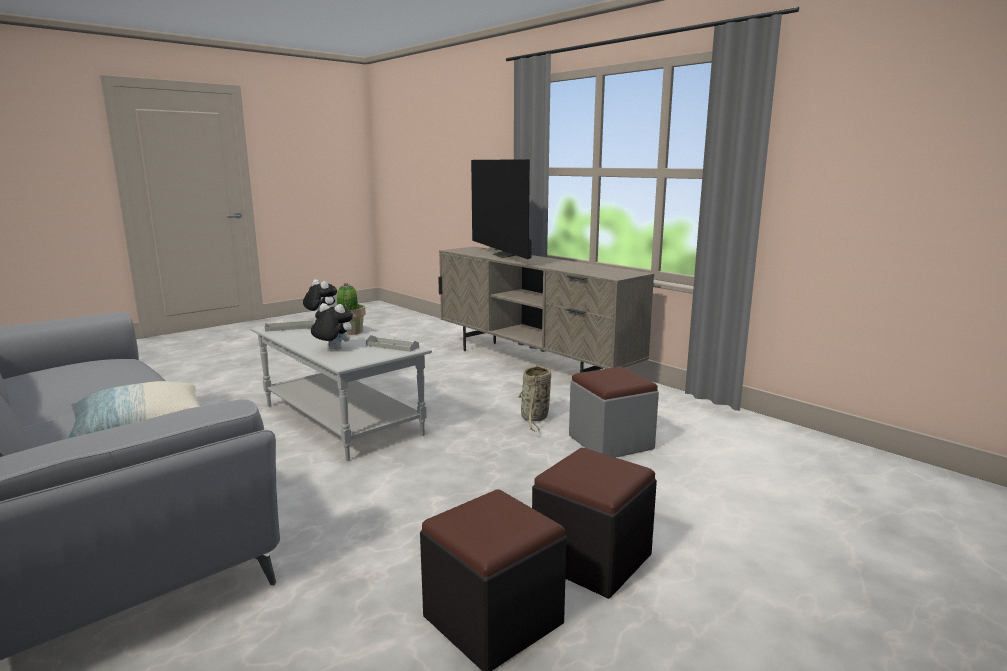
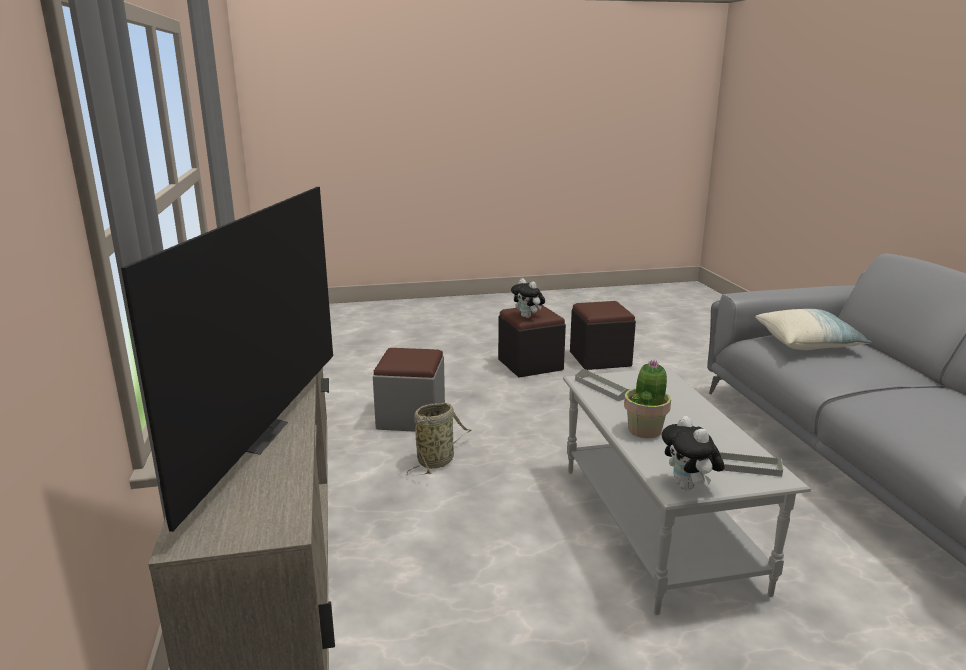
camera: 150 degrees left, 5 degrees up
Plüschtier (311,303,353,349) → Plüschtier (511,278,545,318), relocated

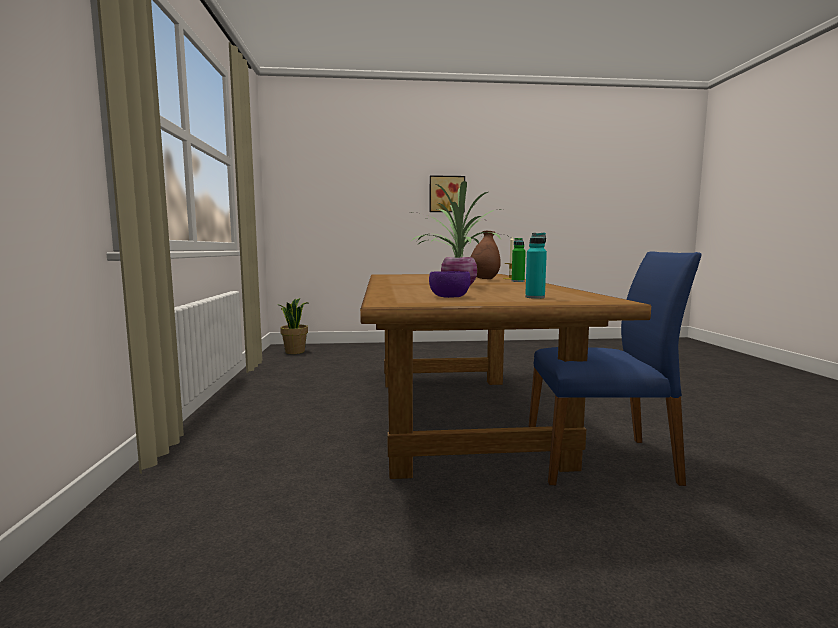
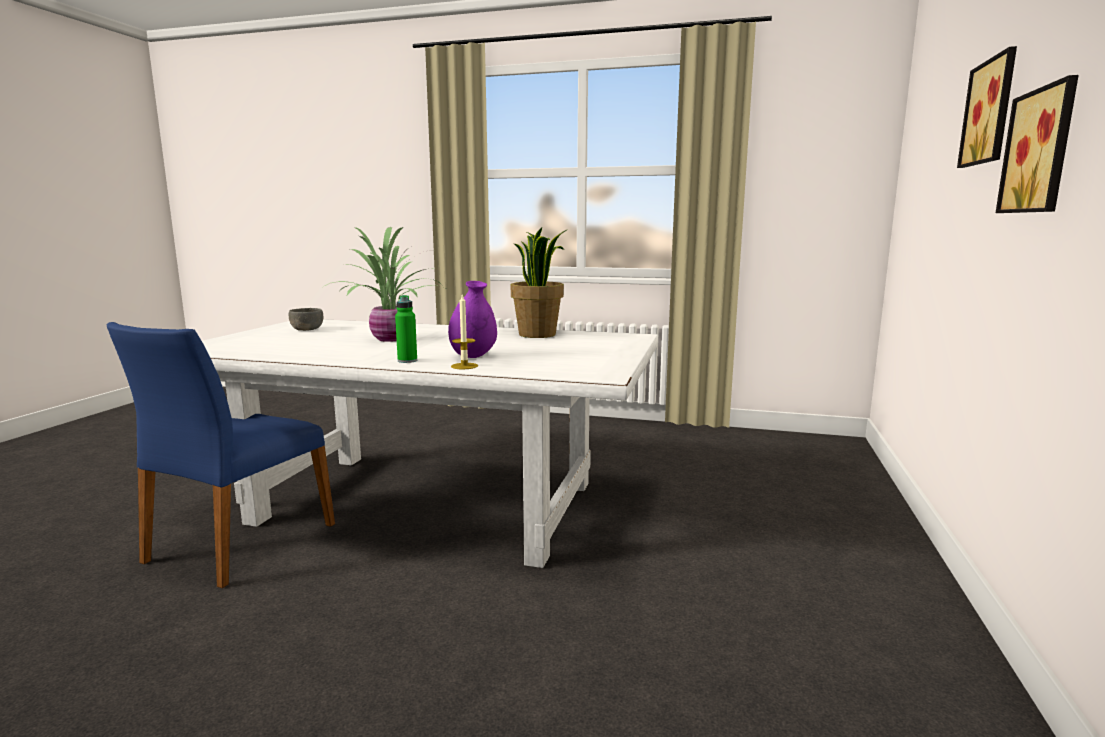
camera: 110 degrees right, 5 degrees up
Esstisch (braun) (360,274,651,479) → Esstisch (weiß) (202,319,658,568)
Schüssel (lila) (429,271,471,298) → Schüssel (grau) (288,308,323,331)
Vase (braun) (471,231,501,279) → Vase (lila) (448,281,497,358)
Topfpflanze (279,298,308,354) → Topfpflanze (511,227,566,338), relocated
- → Bild (957,46,1017,168)
Flasche (türkis) (525,232,547,299) → -

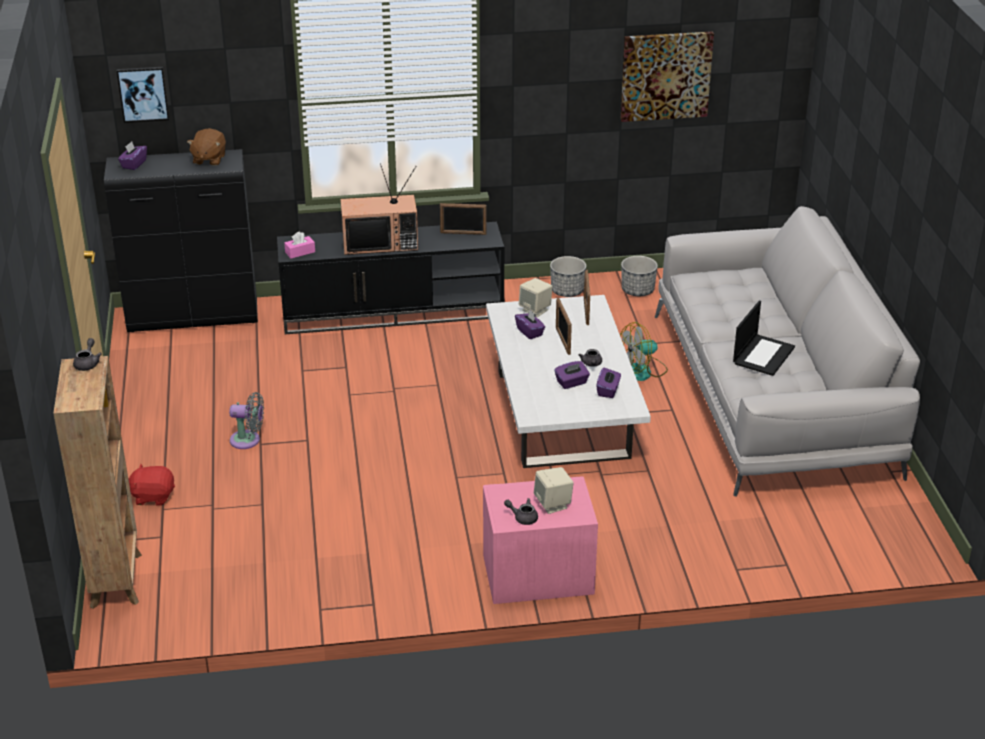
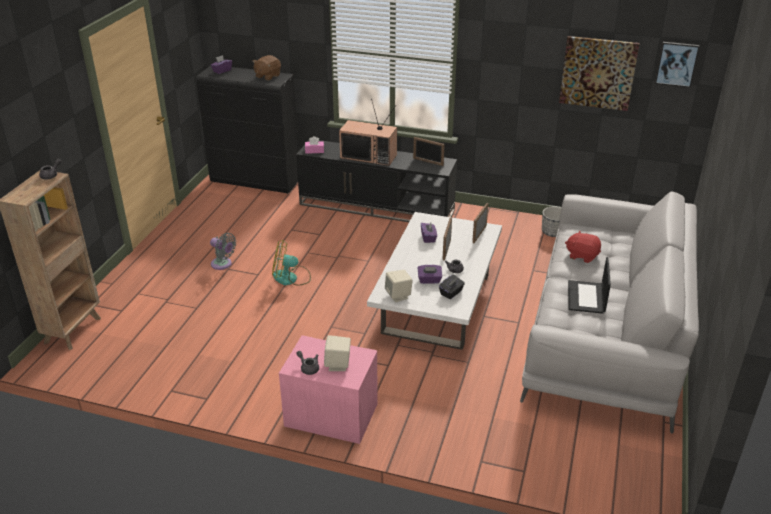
camera: 25 degrees right, 0 degrees up
Ventilator (620,322,668,381) → Ventilator (272,240,311,286), relocated
Lautsprecher (beige) (519,278,553,317) → Lautsprecher (beige) (385,270,413,303), relocated
Taschentuchbox (lila) (596,368,621,398) → Taschentuchbox (schwarz) (439,275,465,299)
Plüschtier (rot) (128,464,175,506) → Plüschtier (rot) (565,230,601,263), relocated
Laptop (733,300,795,376) → Laptop (568,257,611,314), 135 degrees clockwise
Bild (117,67,169,123) → Bild (655,42,700,88), relocated
Pflanzkübel (550,256,586,297) → -

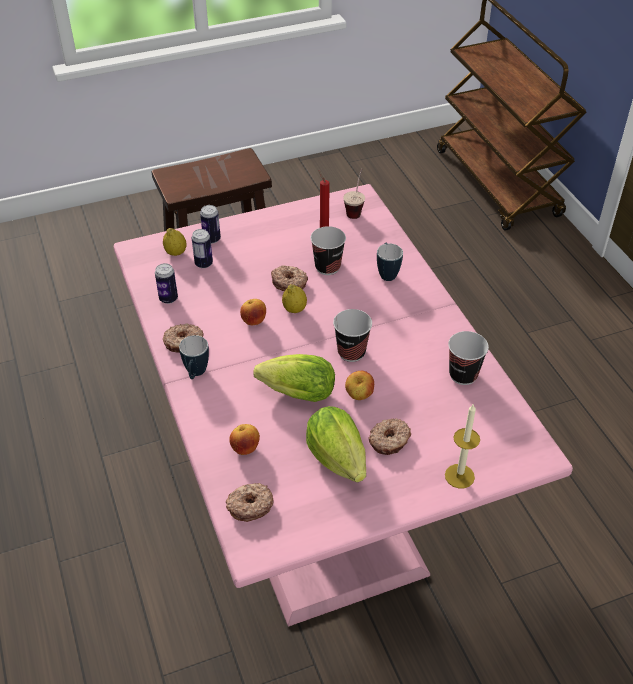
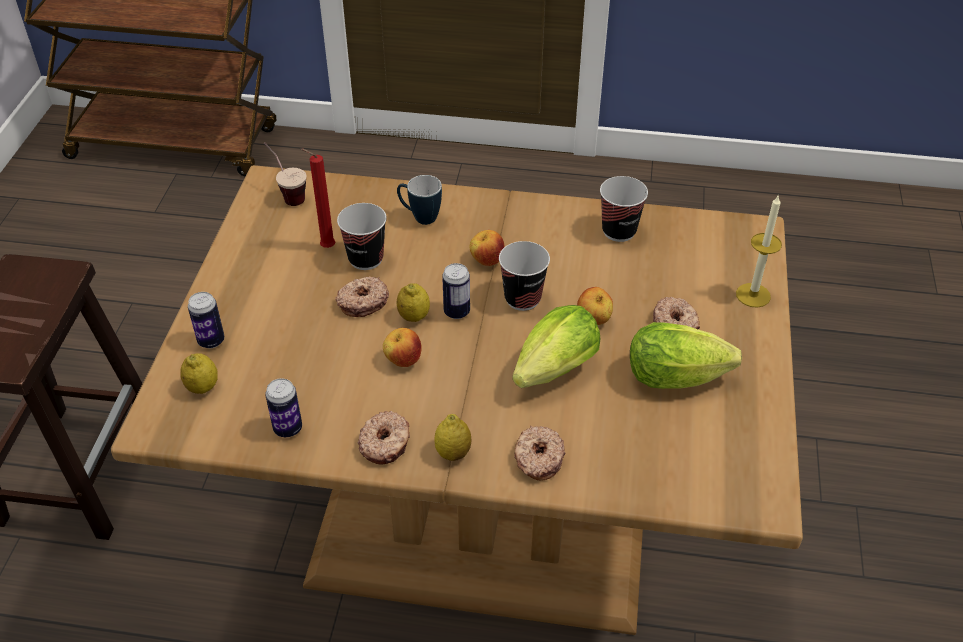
camera: 60 degrees left, 0 degrees up
Esstisch (rosa) (113,184,573,626) → Esstisch (braun) (111,165,803,635)
Henkelbecher (179,335,209,379) → Zitrone (435,414,471,461)
Dose (192,229,213,268) → Dose (442,263,470,319), relocated
Apfel (229,424,260,455) → Apfel (470,230,505,266), relocated
Donut (226,483,273,522) → Donut (514,426,565,481), relocated

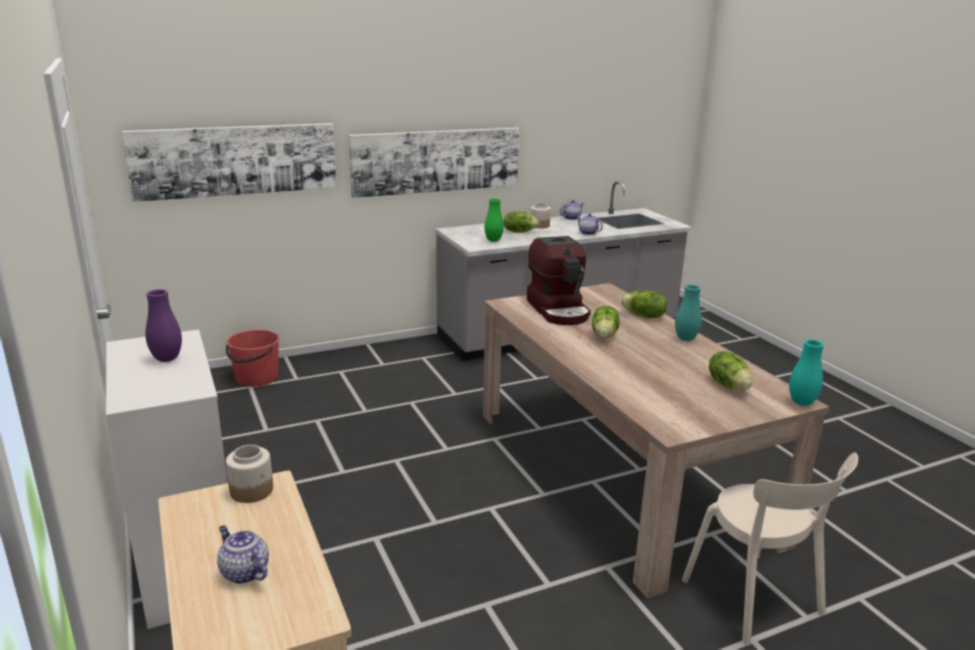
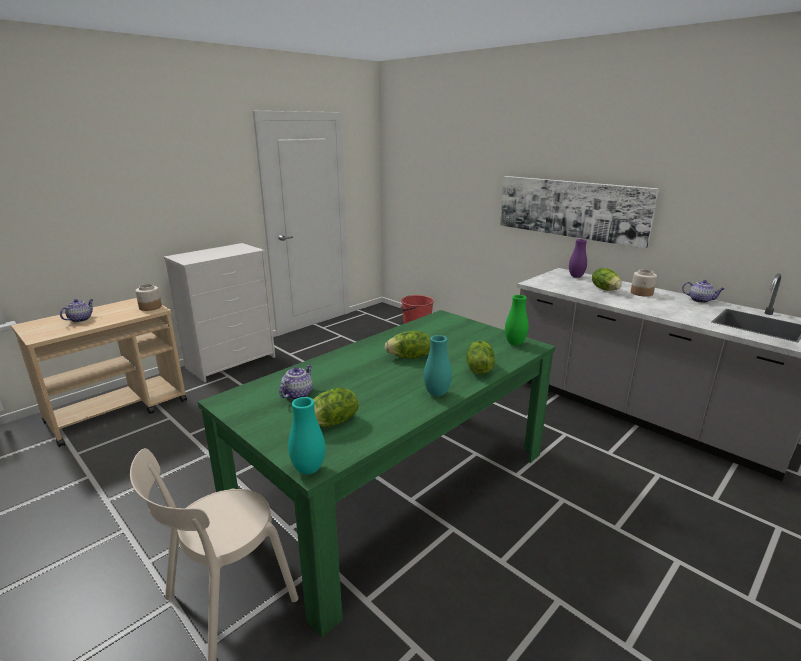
camera: 70 degrees right, 0 degrees up
Esstisch (beige) (483,283,830,599) → Esstisch (grün) (198,310,555,637)
Teekanne (577,213,603,235) → Teekanne (279,364,313,400), relocated
Vase (grün) (484,198,504,242) → Vase (grün) (505,295,529,345), relocated
Vase (lila) (145,289,182,362) → Vase (lila) (569,239,587,278), relocated
Bild (122,123,336,202) → -
Kaffeemaschine (527,236,591,325) → -

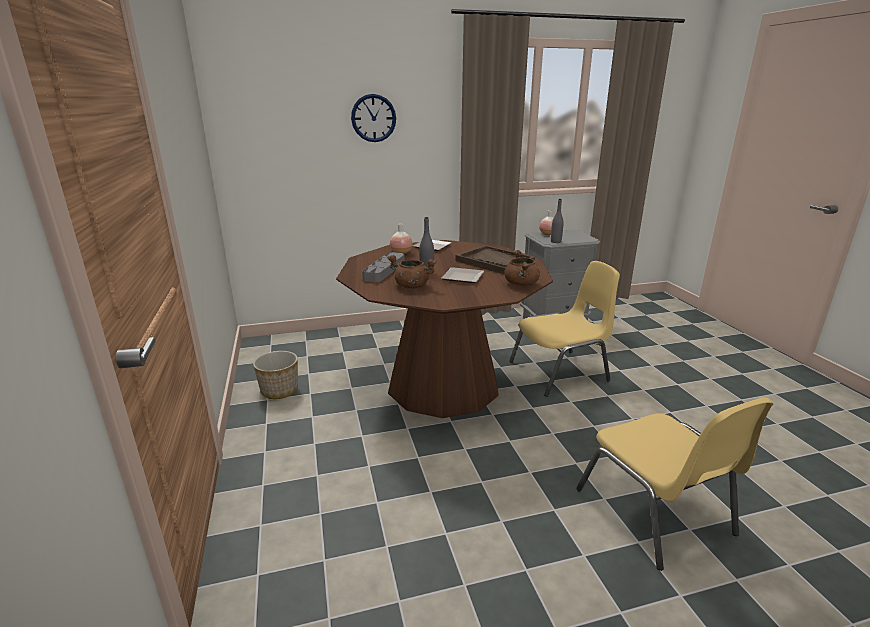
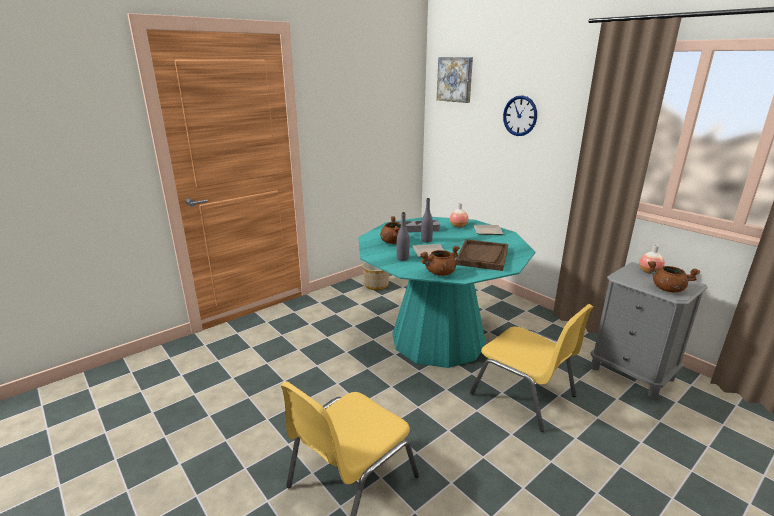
camera: 65 degrees right, 0 degrees up
Esstisch (braun) (336,240,553,418) → Esstisch (türkis) (358,217,535,368)
Flasche (grau) (551,199,564,243) → Flasche (grau) (397,212,410,261), relocated
- → Bild (437,57,473,103)
- → Kochtopf (braun) (648,261,700,292)

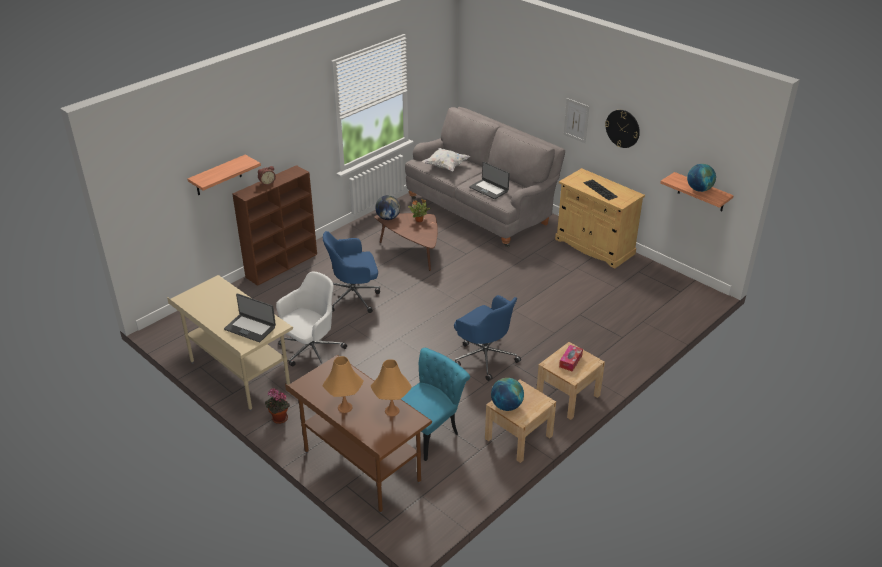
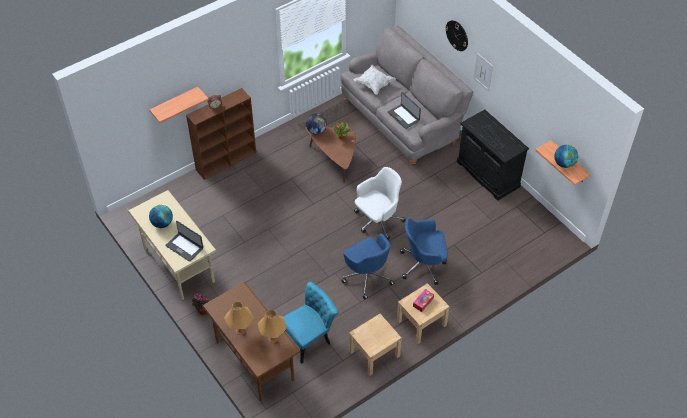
camera: 10 degrees right, 15 degrees up
Globus (491,378,524,411) → Globus (149,205,173,228), relocated
Bürostuhl (weiß) (276,272,347,367) → Bürostuhl (weiß) (354,167,406,240), relocated
Bürostuhl (blau) (323,231,380,313) → Bürostuhl (blau) (400,218,448,285), relocated
Wanduhr (605,110,640,148) → Wanduhr (445,20,468,51), relocated
Schrank (beige) (555,168,645,268) → Schrank (schwarz) (457,110,529,201)

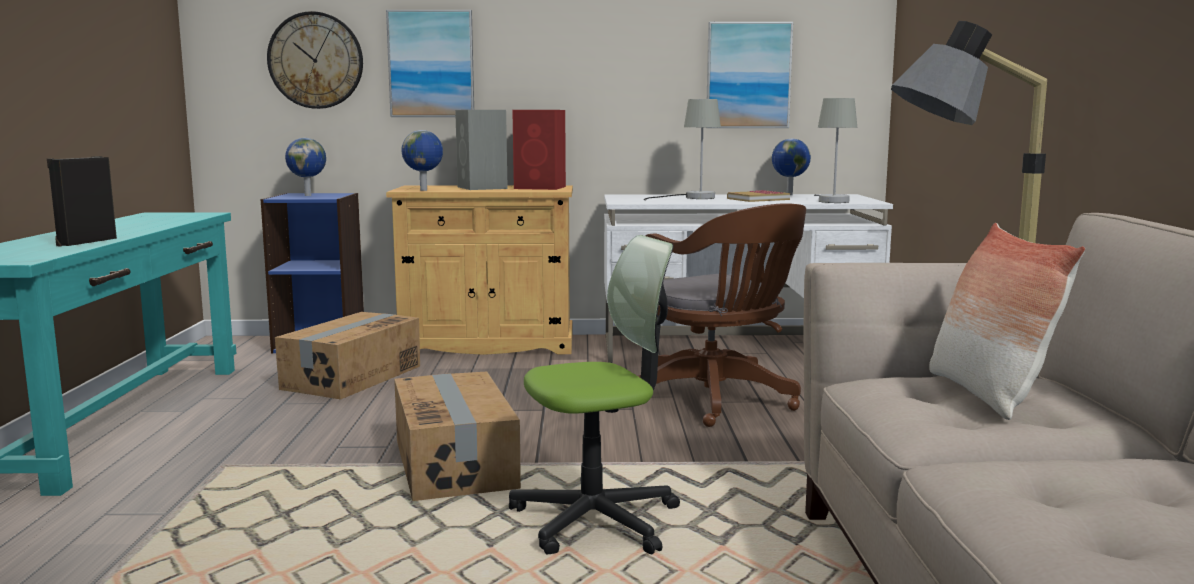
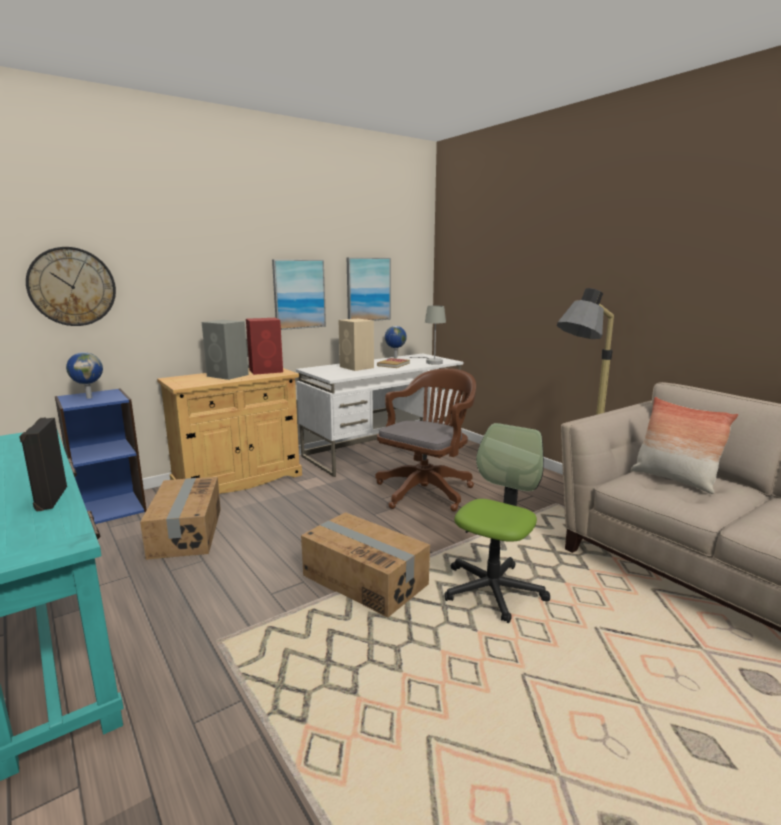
camera: 35 degrees left, 5 degrees up
Bild (386,10,474,117) → Bild (272,259,326,330), relocated
Tischlampe (grau) (644,99,721,200) → Lautsprecher (beige) (338,319,374,371)
Bürostuhl (braun) (638,203,806,427) → Bürostuhl (braun) (375,368,476,512), 75 degrees counterclockwise
Globus (401,130,443,191) → -

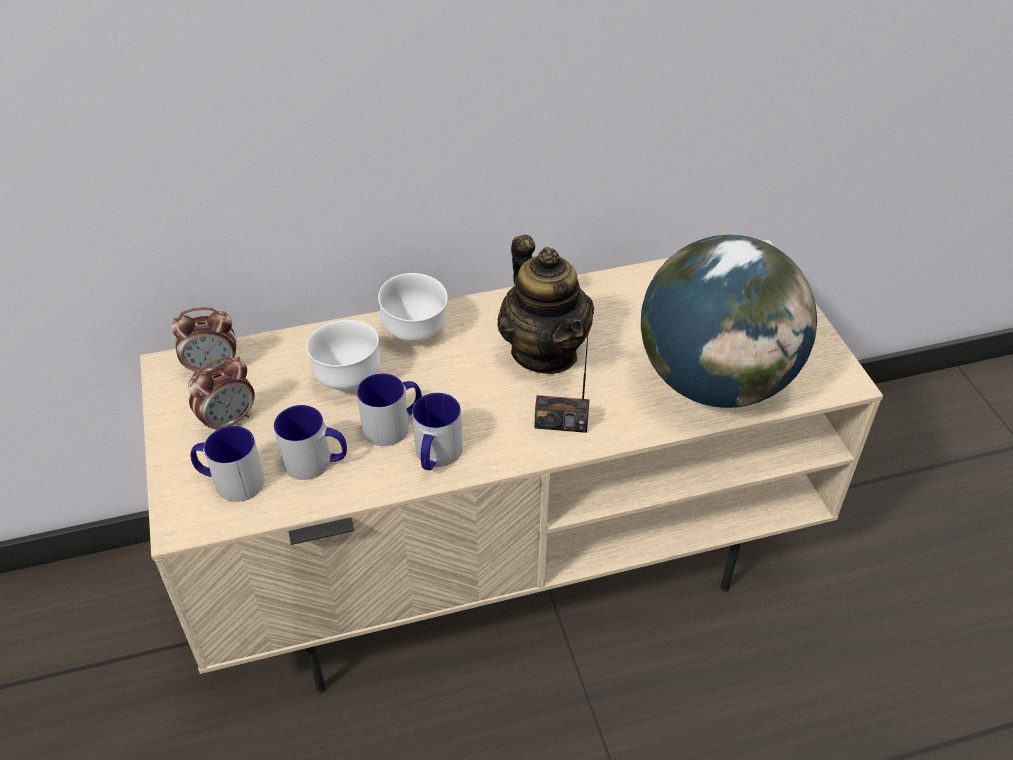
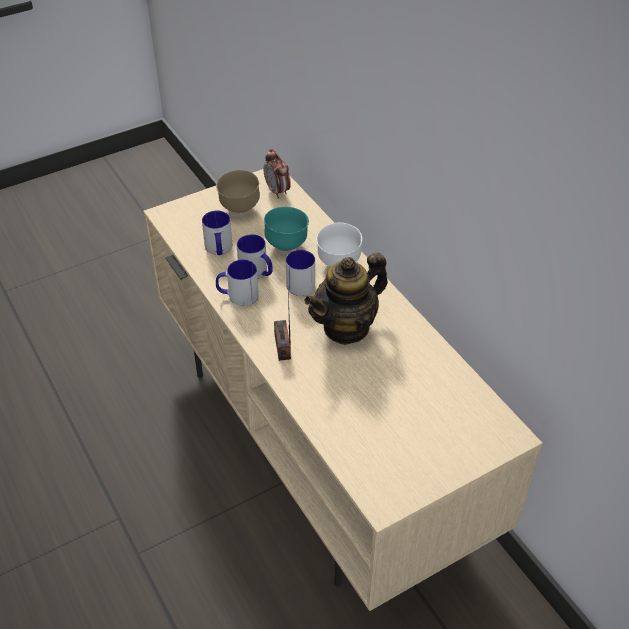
camera: 75 degrees right, 0 degrees up
Wecker (188,356,255,431) → Schüssel (braun) (216,170,260,213)
Schüssel (weiß) (306,320,380,391) → Schüssel (türkis) (264,207,309,251)
Henkelbecher (190,426,265,502) → Henkelbecher (286,249,315,296), relocated
Globus (641,235,817,408) → -

